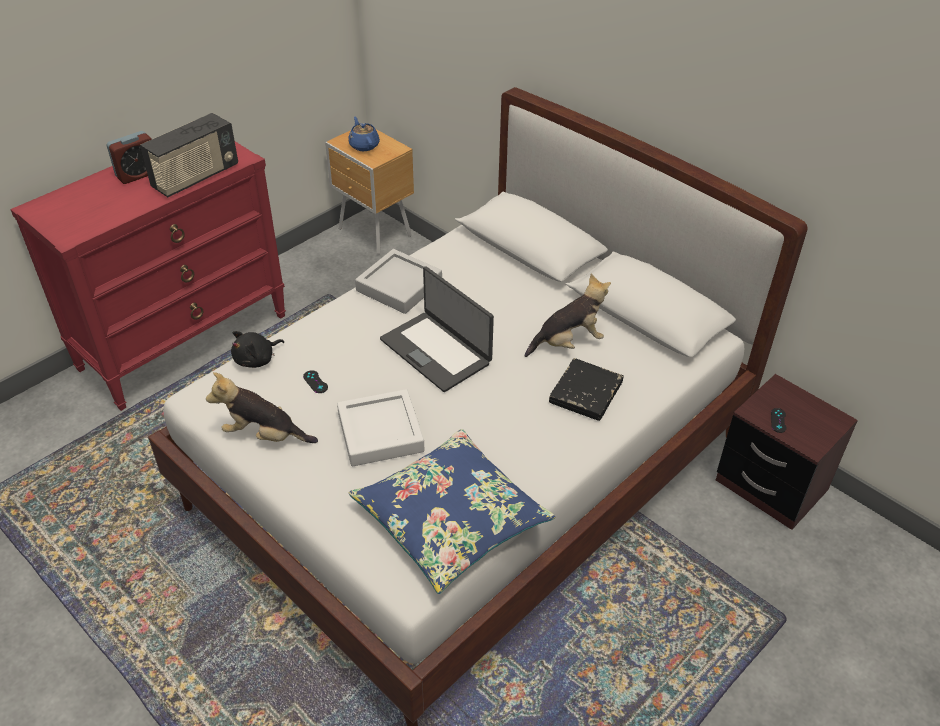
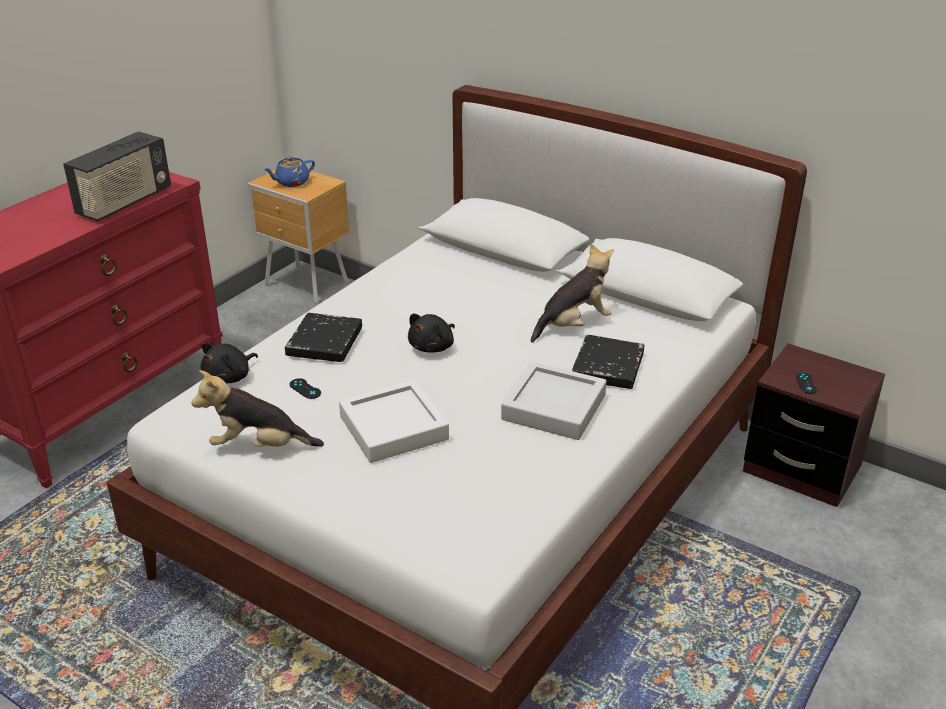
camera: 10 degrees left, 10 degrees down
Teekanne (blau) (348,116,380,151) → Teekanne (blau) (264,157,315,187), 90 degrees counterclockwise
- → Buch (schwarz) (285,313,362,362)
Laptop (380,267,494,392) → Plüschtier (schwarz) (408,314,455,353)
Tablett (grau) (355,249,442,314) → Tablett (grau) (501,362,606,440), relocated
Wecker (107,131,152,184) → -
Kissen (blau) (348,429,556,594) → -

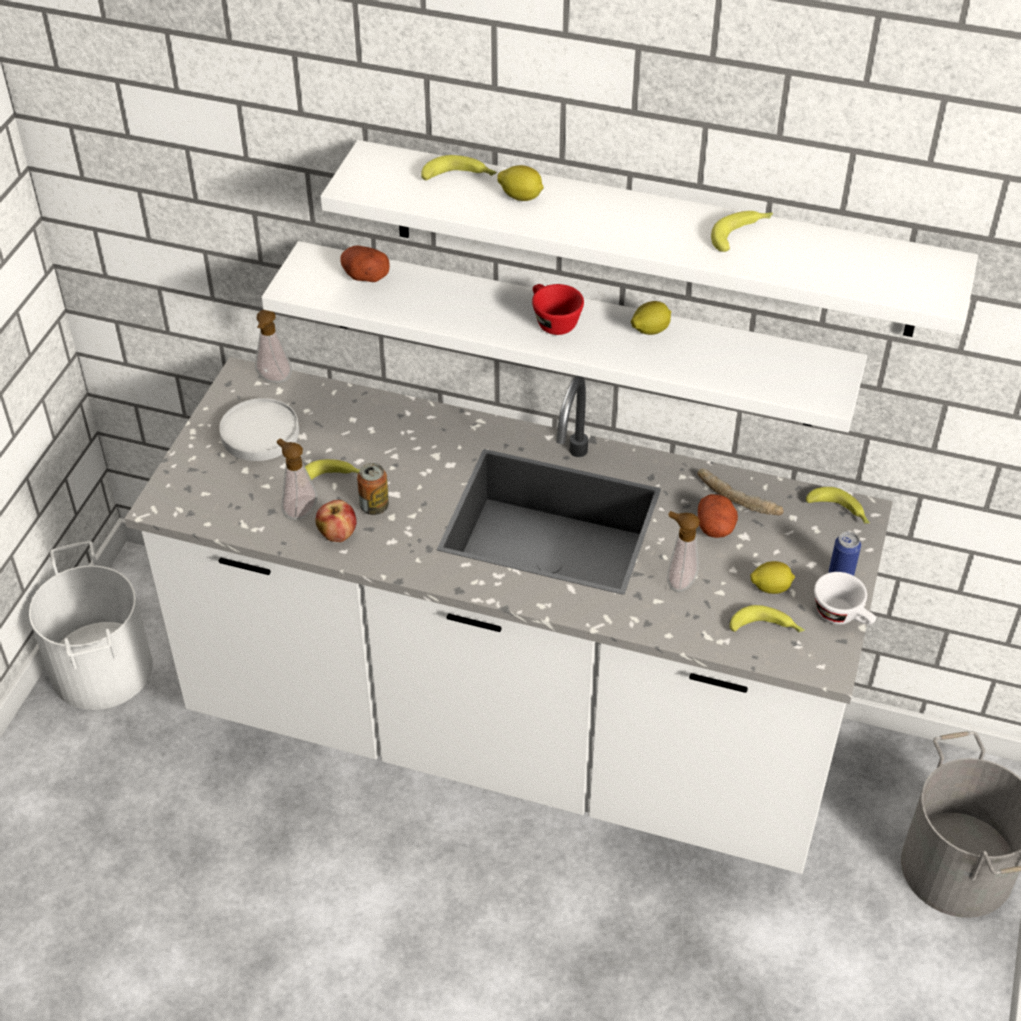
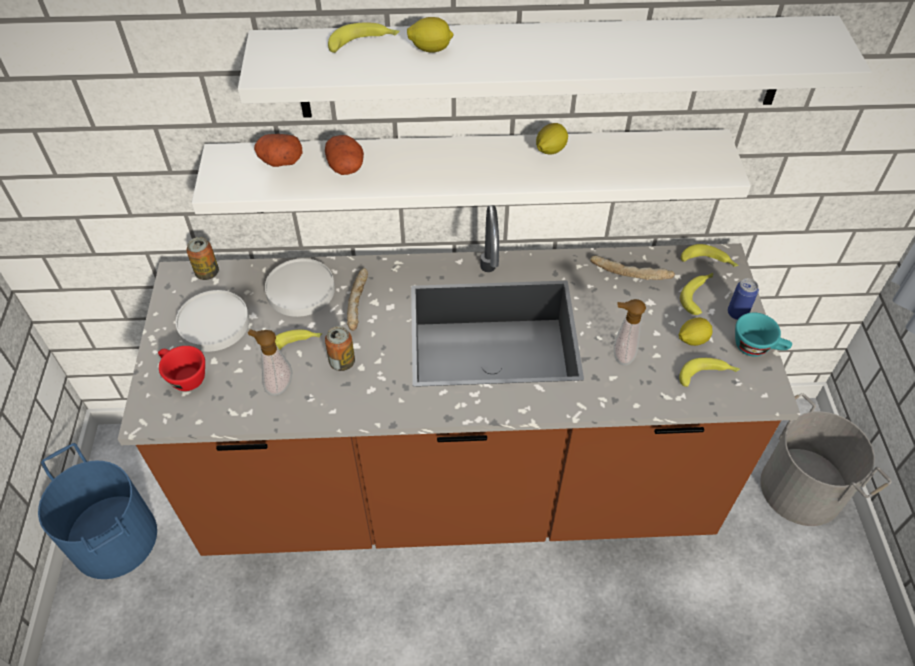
camera: 20 degrees left, 5 degrees up
Eimer (weiß) (29,541,153,710) → Eimer (blau) (38,443,157,579)
Küchenzeile (weiß) (124,357,893,874) → Küchenzeile (braun) (118,205,800,556)
Tasse (rot) (532,284,584,335) → Tasse (rot) (158,346,205,391), relocated
Seifenspender (255,310,292,383) → Dose (186,237,219,280)
- → Teller (weiß) (265,258,335,317)
Kartoffel (698,494,738,538) → Kartoffel (325,135,364,175), relocated
- → Brot (347,268,368,331)
Banane (711,211,773,252) → Banane (680,273,713,315), relocated
Tasse (weiß) (814,572,876,625) → Tasse (türkis) (735,313,792,357)
Apfel (316,500,356,542) → -

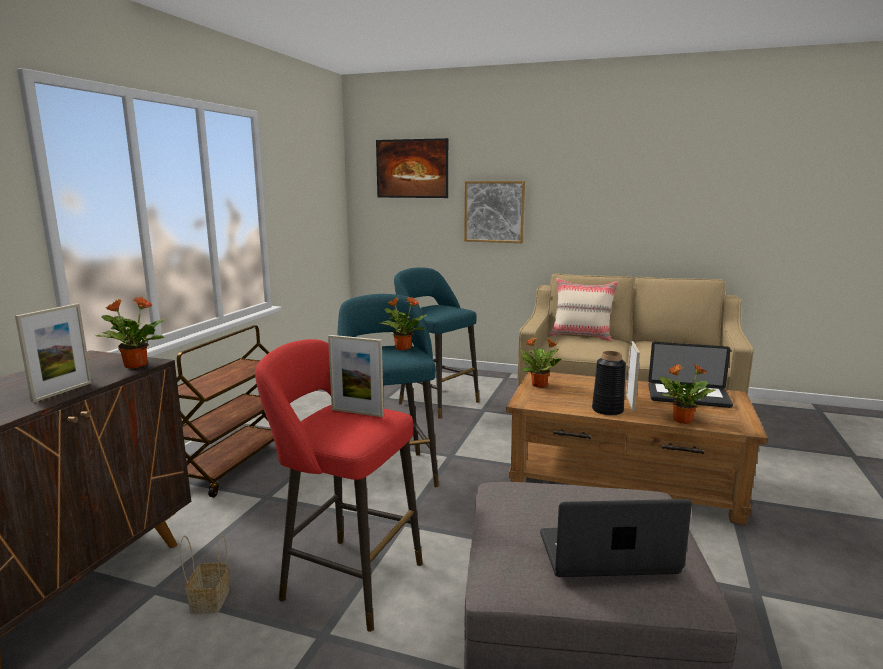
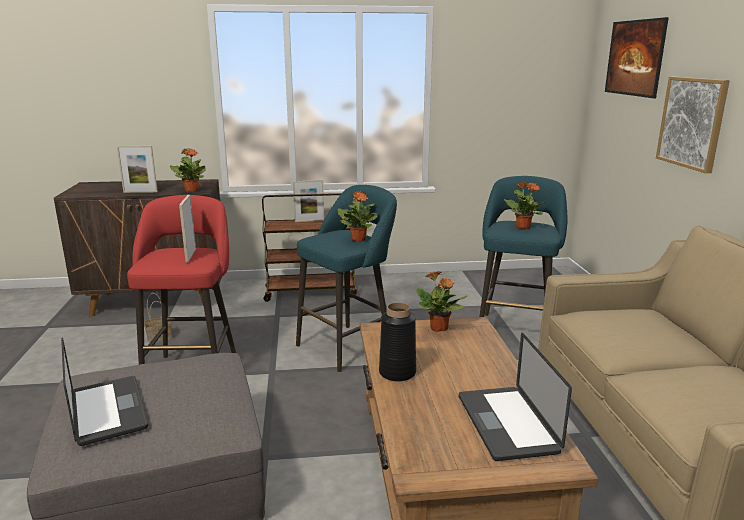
camera: 65 degrees right, 5 degrees up
Bilderrahmen (626,341,640,410) → Bilderrahmen (293,180,324,222), relocated
Topfpflanze (659,364,716,424) → Topfpflanze (504,181,545,229), relocated
Kissen (beige) (550,278,618,341) → -

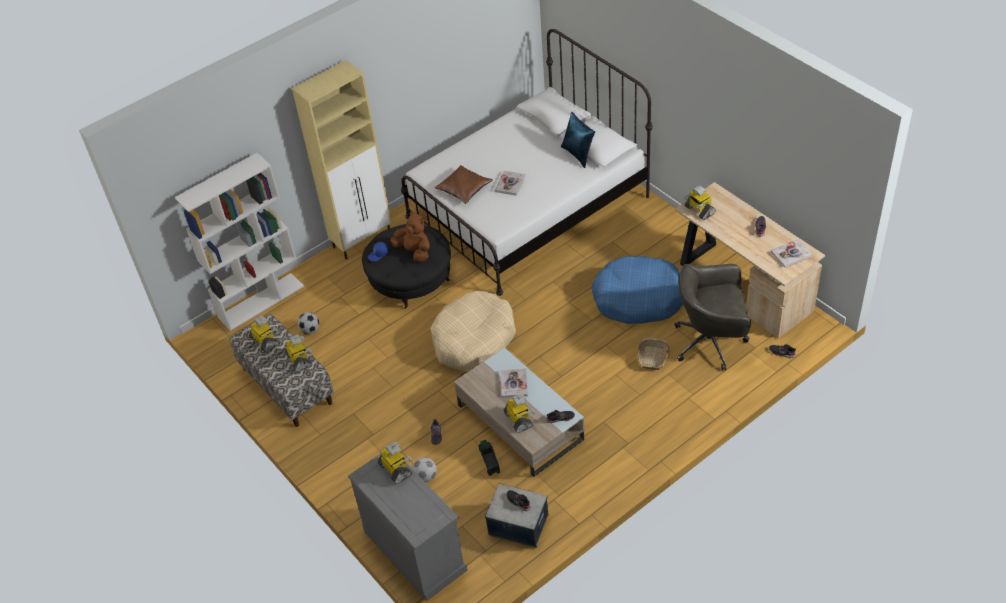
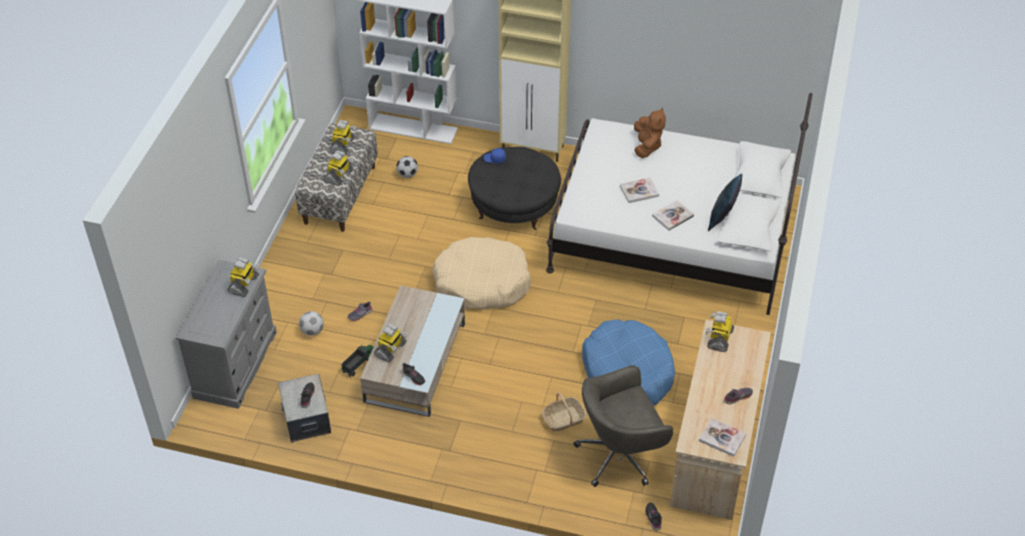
camera: 50 degrees right, 0 degrees up
Bürostuhl (grau) (675,264,751,370) → Bürostuhl (grau) (573,365,673,487), 75 degrees counterclockwise
Plüschtier (braun) (391,211,430,262) → Plüschtier (braun) (634,108,666,158), relocated
Buch (501,368,528,398) → Buch (652,200,694,231), relocated
Kissen (braun) (435,165,493,204) → -

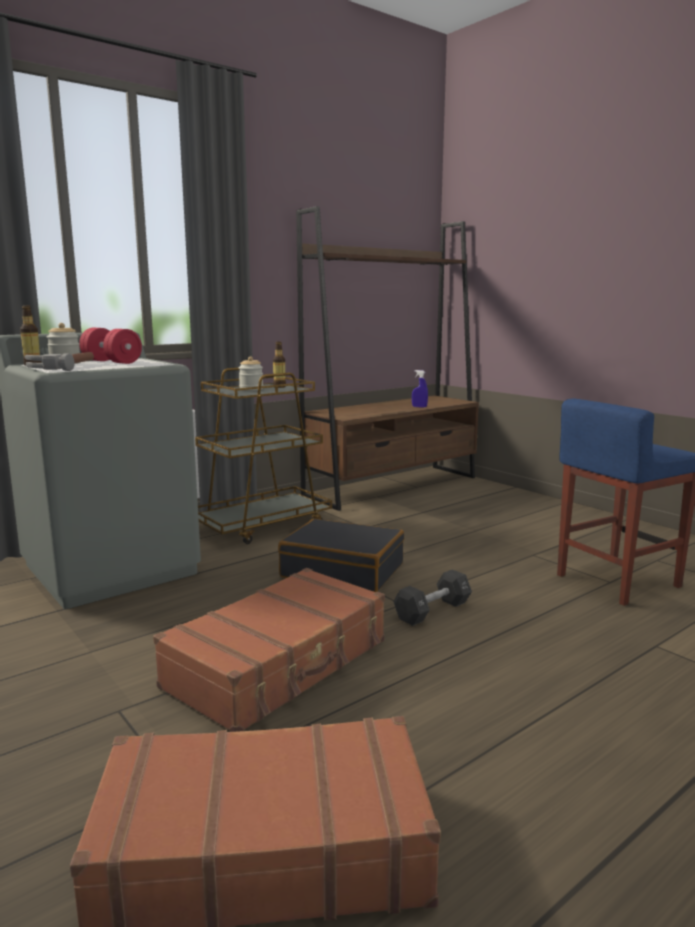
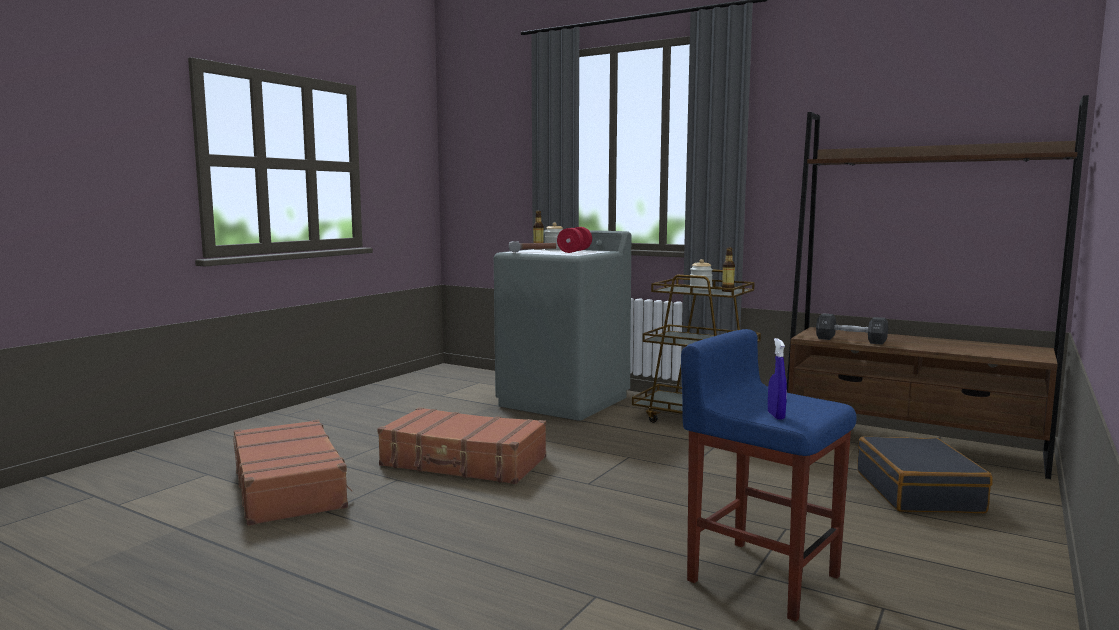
camera: 70 degrees right, 5 degrees down
Sprühflasche (blau) (412,370,428,408) → Sprühflasche (blau) (768,338,787,420), relocated
Hantel (schwarz) (393,569,472,626) → Hantel (schwarz) (816,313,888,345), relocated
Koffer (schwarz) (278,519,404,592) → Koffer (schwarz) (857,437,993,513), relocated

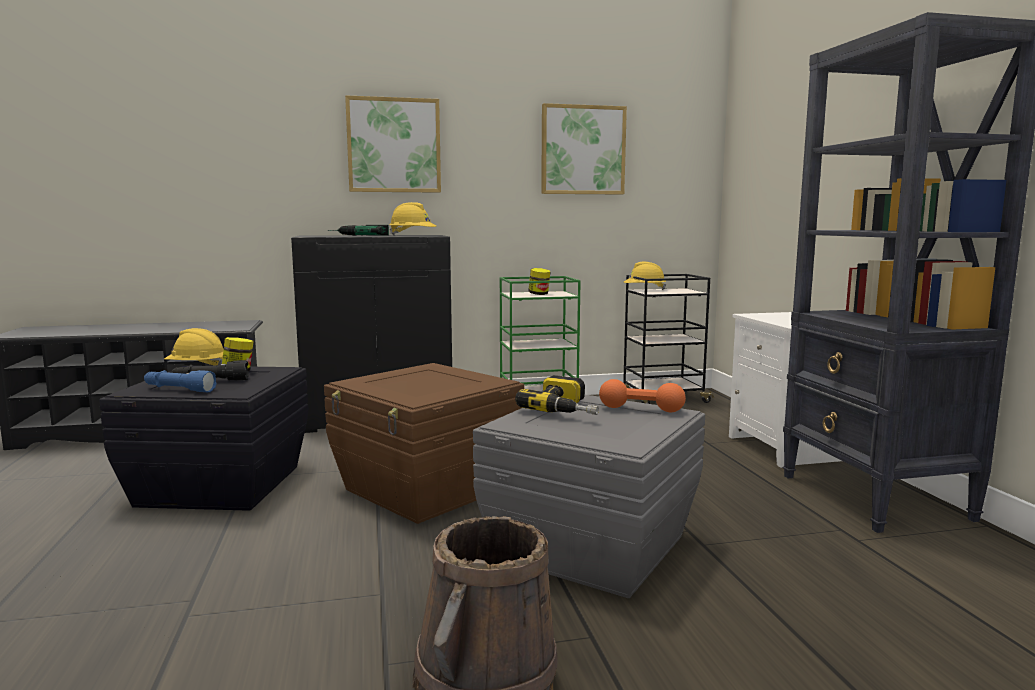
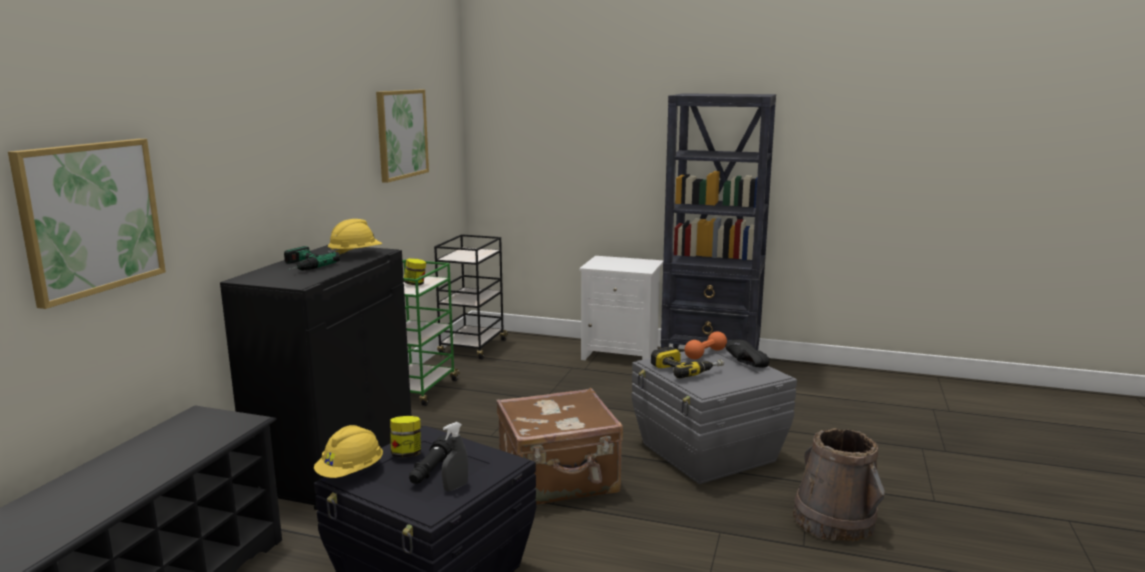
camera: 60 degrees left, 5 degrees up
Bild (345,95,441,193) → Bild (8,139,166,309), relocated
Taschenlampe (blau) (144,370,217,392) → Sprühflasche (grau) (442,422,468,491)
Aufbewahrungsbox (braun) (324,363,525,524) → Koffer (braun) (496,388,623,504)
- → Schuh (schwarz) (725,340,769,368)
Schutzhelm (gelb) (624,262,666,290) → -

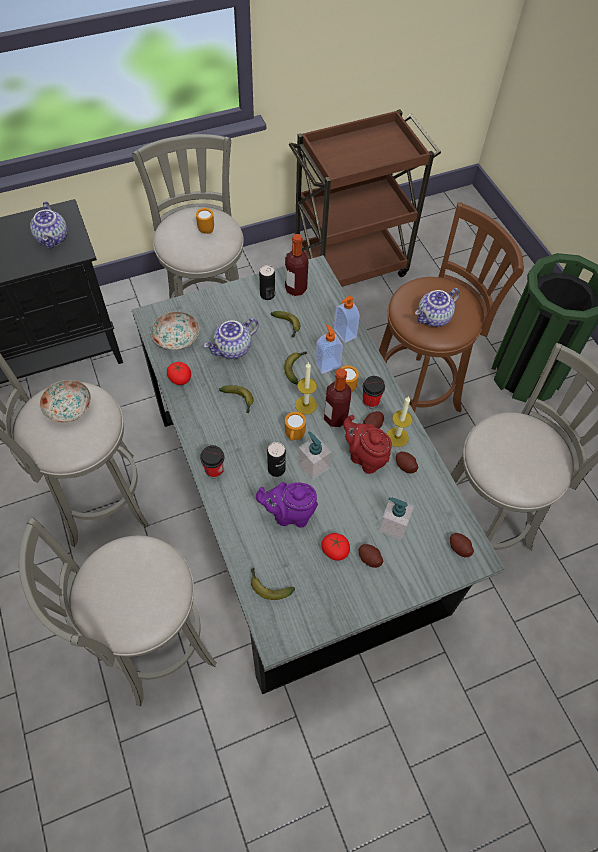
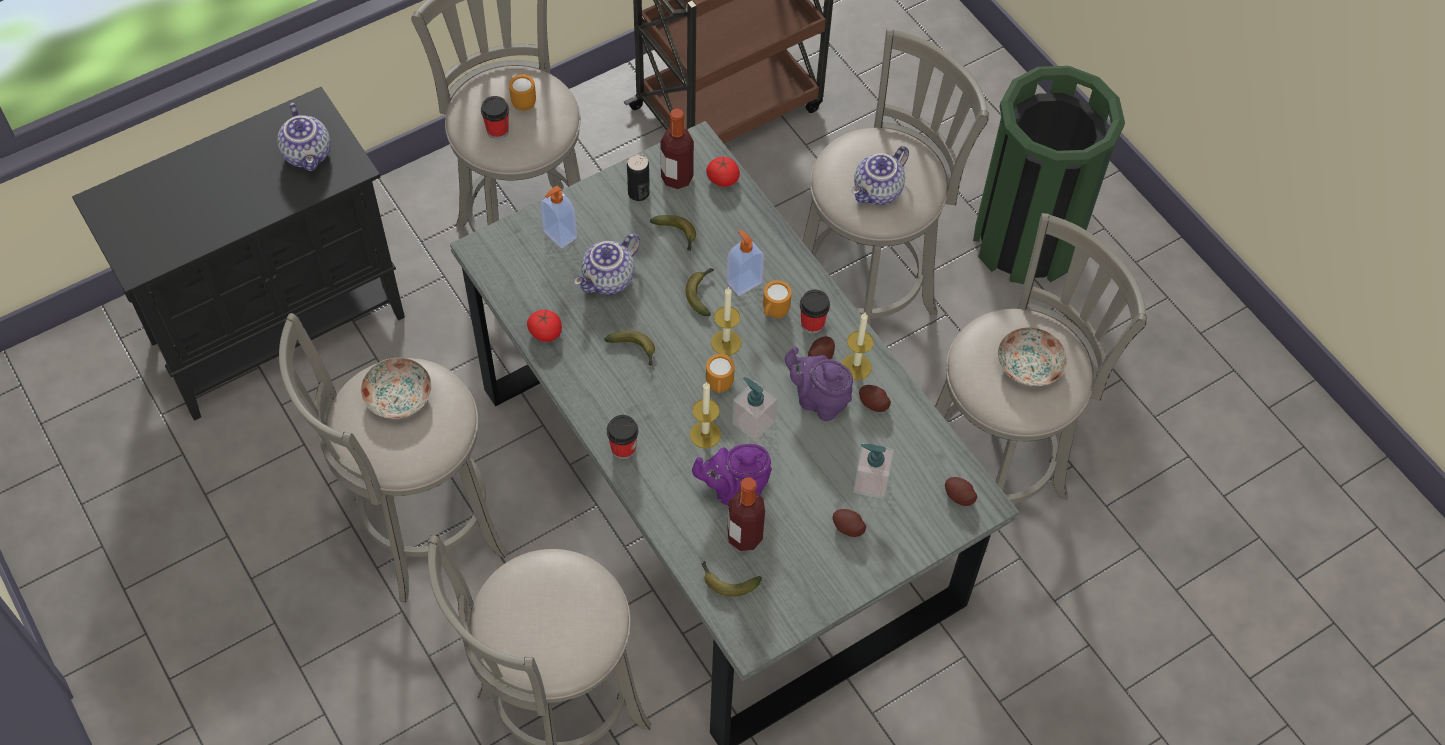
camera: 10 degrees left, 0 degrees up
- → Tasse (481,96,509,139)
Seifenspender (334,296,360,343) → Seifenspender (540,185,577,248), relocated
Dose (267,442,286,477) → Kerze (690,382,721,449)
Tomate (321,533,350,561) → Tomate (706,157,740,187), relocated
Flasche (324,368,351,427) → Flasche (727,477,765,551), relocated
Teekanne (rot) (343,415,392,474) → Teekanne (lila) (785,347,853,421)
Hocker (braun) (379,202,524,412) → Hocker (grau) (802,29,989,325)
Teller (151,312,199,350) → Teller (997,327,1067,386), relocated

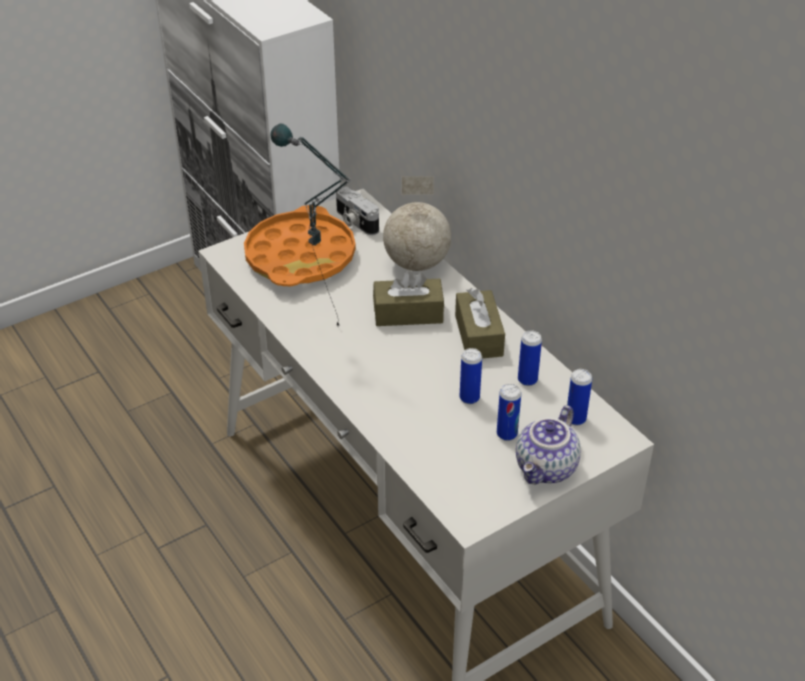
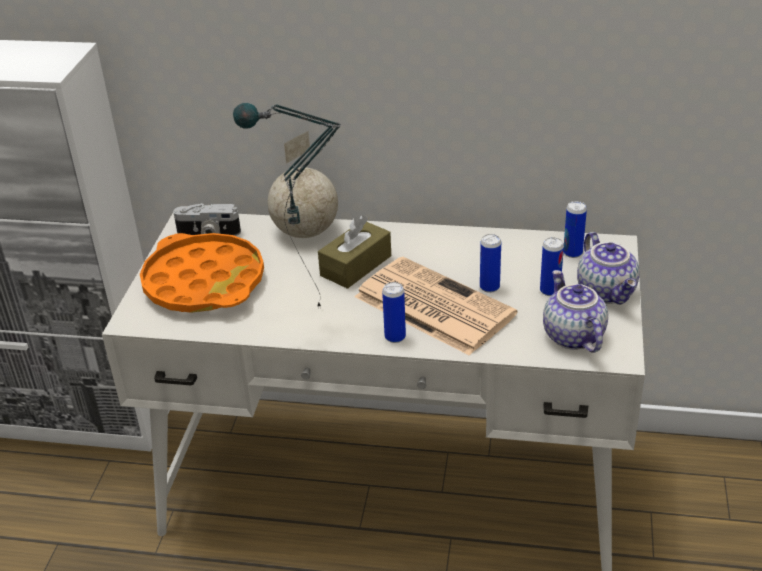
camera: 45 degrees left, 5 degrees down
- → Zeitung (355,257,517,356)
Dose (518,331,542,386) → Dose (382,282,406,343), relocated
- → Teekanne (543,270,608,353)
Taschentuchbox (braun) (455,288,505,358) → -

